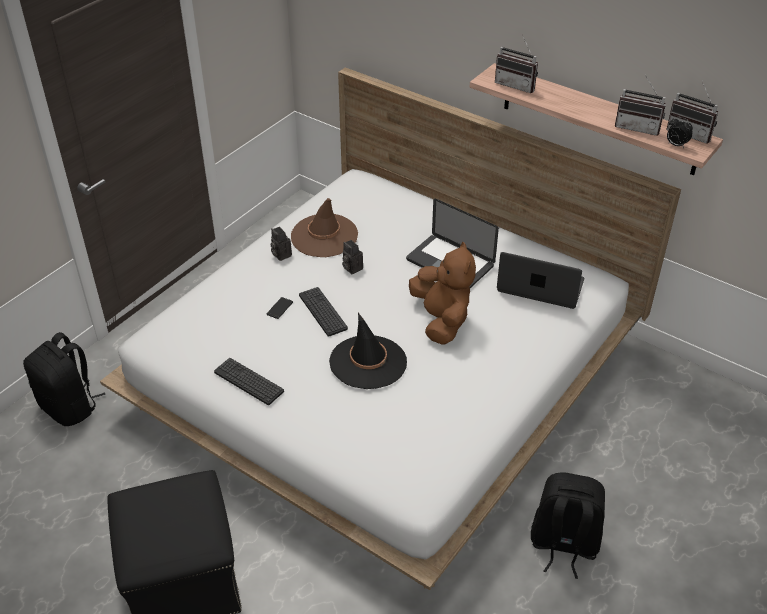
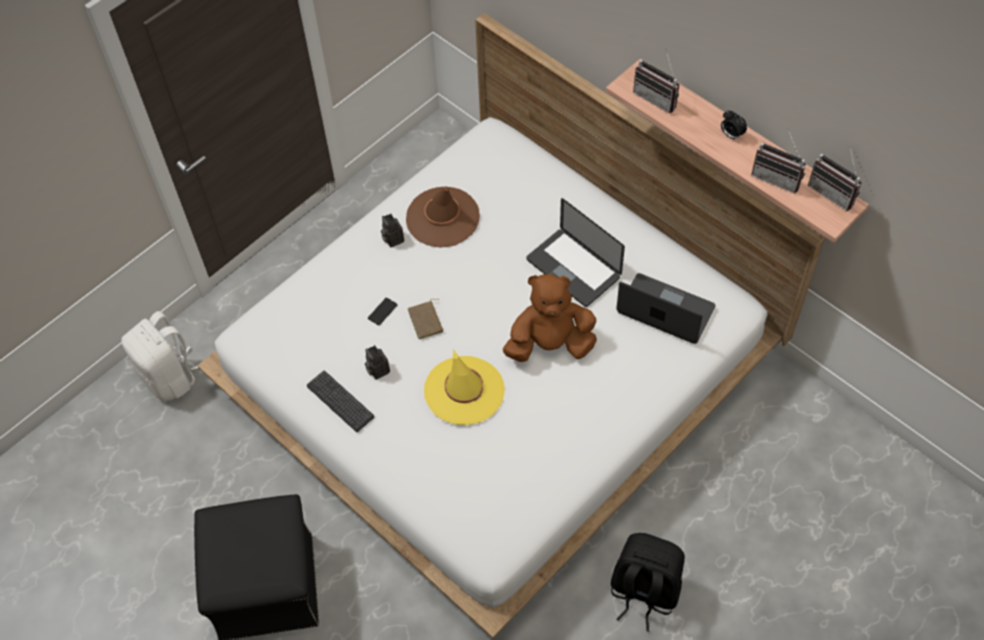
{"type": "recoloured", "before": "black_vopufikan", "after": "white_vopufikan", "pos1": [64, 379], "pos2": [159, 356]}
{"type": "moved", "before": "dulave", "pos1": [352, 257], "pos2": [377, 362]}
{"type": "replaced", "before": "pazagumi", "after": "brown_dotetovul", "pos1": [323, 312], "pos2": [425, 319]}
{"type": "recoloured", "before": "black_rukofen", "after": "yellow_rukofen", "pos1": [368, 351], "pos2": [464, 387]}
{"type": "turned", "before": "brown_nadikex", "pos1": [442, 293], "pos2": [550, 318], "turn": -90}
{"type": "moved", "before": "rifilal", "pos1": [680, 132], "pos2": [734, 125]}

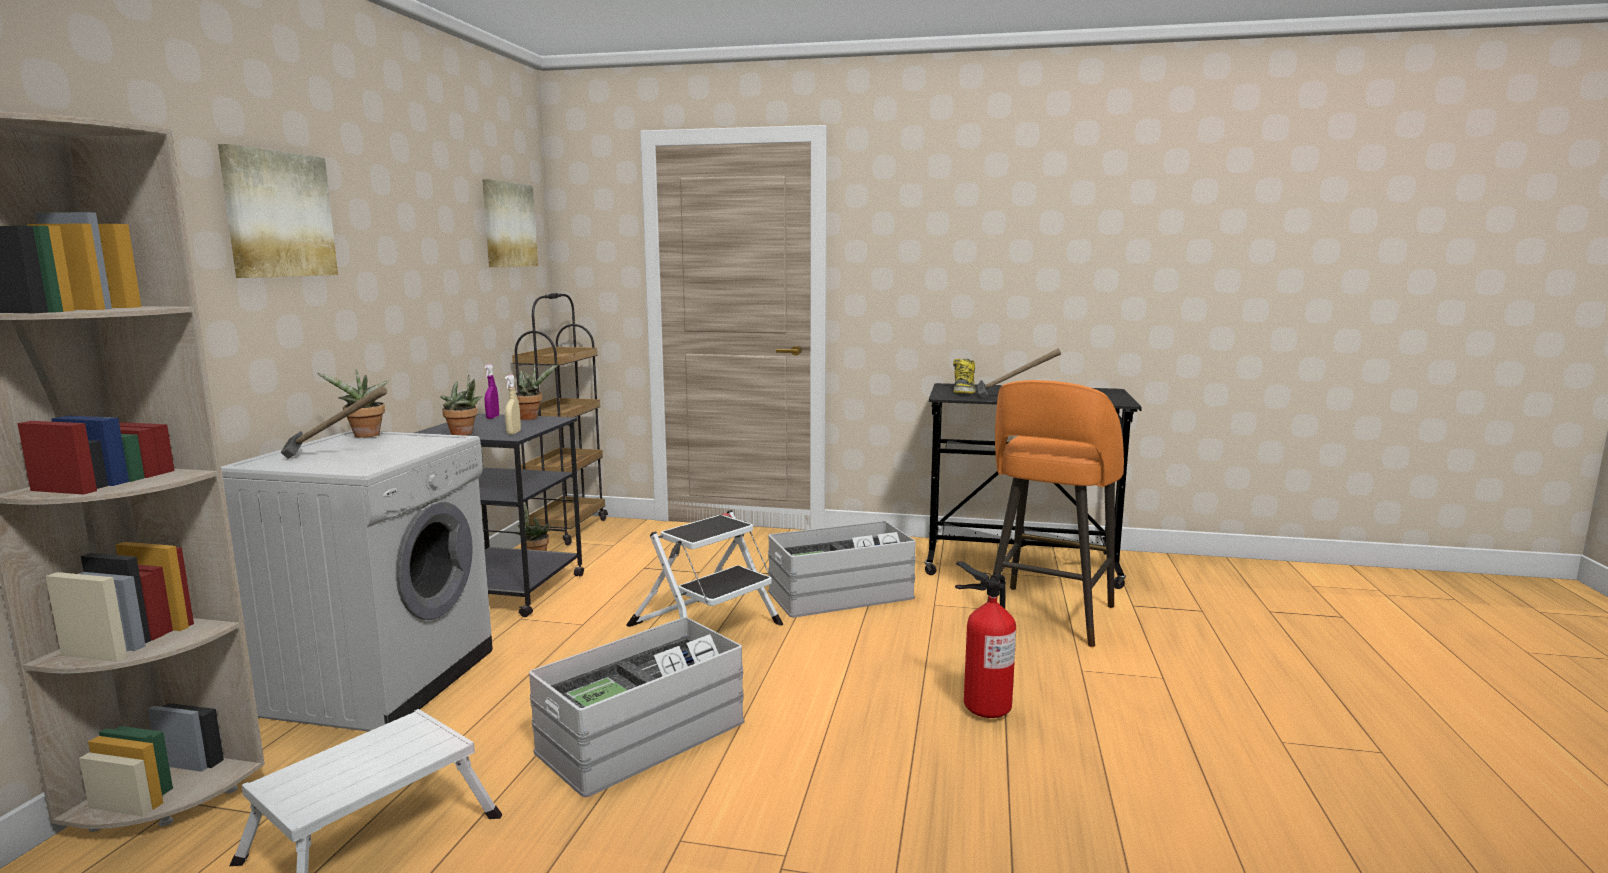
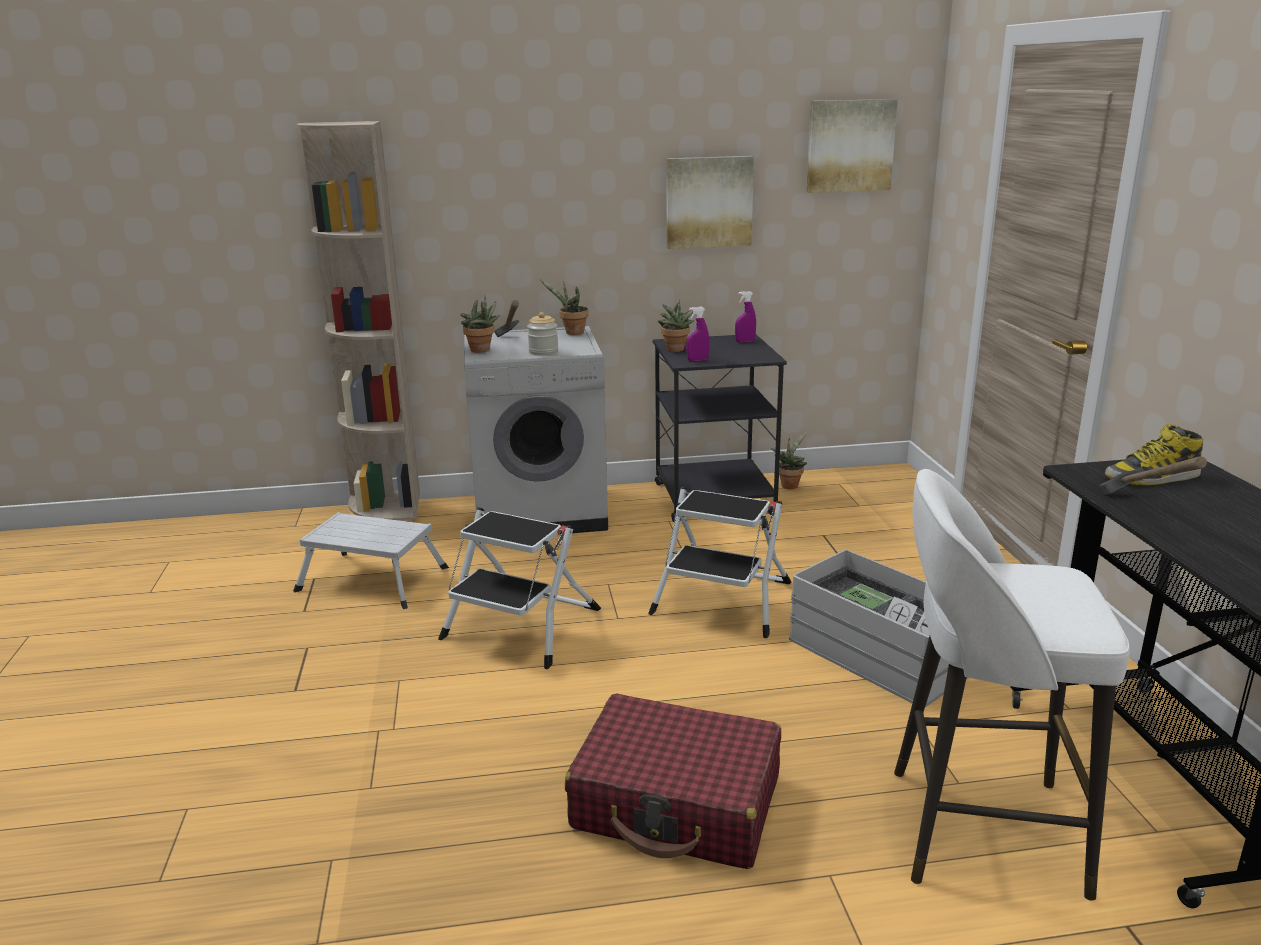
{"type": "replaced", "before": "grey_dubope", "after": "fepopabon", "pos1": [637, 707], "pos2": [519, 588]}
{"type": "moved", "before": "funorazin", "pos1": [537, 391], "pos2": [480, 324]}
{"type": "added", "after": "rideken", "pos2": [542, 334]}
{"type": "replaced", "before": "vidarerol", "after": "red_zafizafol", "pos1": [985, 639], "pos2": [673, 781]}
{"type": "moved", "before": "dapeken", "pos1": [278, 211], "pos2": [710, 202]}
{"type": "recoloured", "before": "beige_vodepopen", "after": "purple_vodepopen", "pos1": [513, 405], "pos2": [697, 334]}
{"type": "recoloured", "before": "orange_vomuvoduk", "after": "white_vomuvoduk", "pos1": [1055, 513], "pos2": [1012, 685]}
{"type": "removed", "before": "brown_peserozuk", "pos1": [560, 419]}

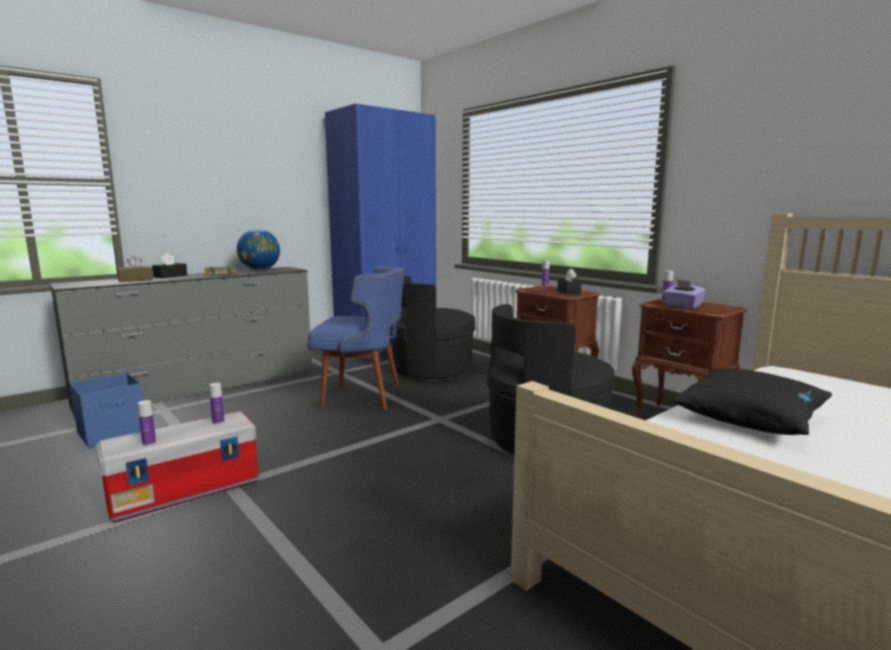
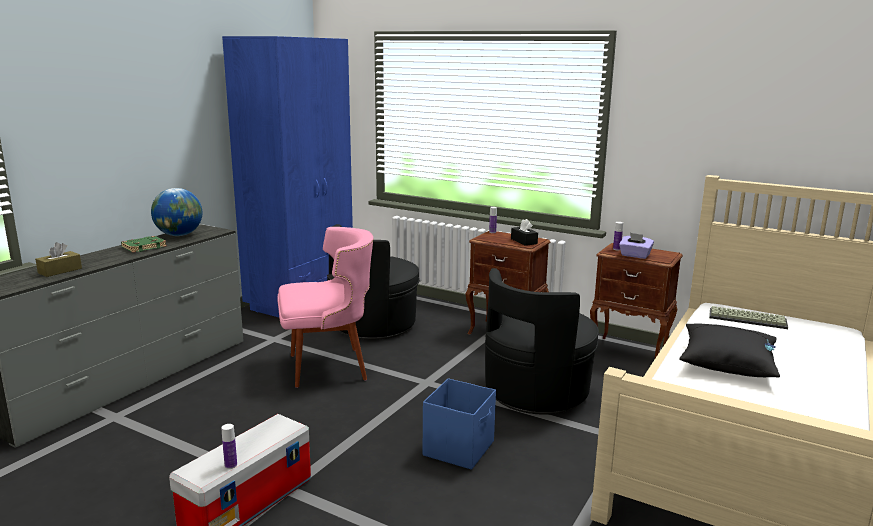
{"type": "recoloured", "before": "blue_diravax", "after": "pink_diravax", "pos1": [356, 338], "pos2": [325, 307]}
{"type": "moved", "before": "blue_dubope", "pos1": [106, 410], "pos2": [459, 424]}
{"type": "added", "after": "pazagumi", "pos2": [748, 317]}
{"type": "removed", "before": "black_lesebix", "pos1": [169, 265]}
{"type": "removed", "before": "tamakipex", "pos1": [217, 403]}

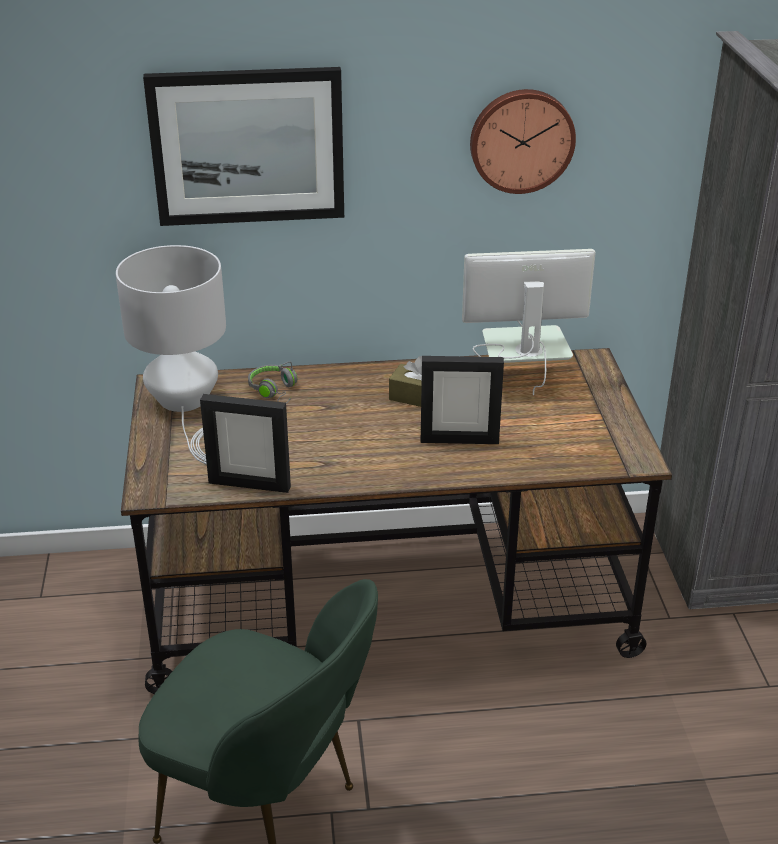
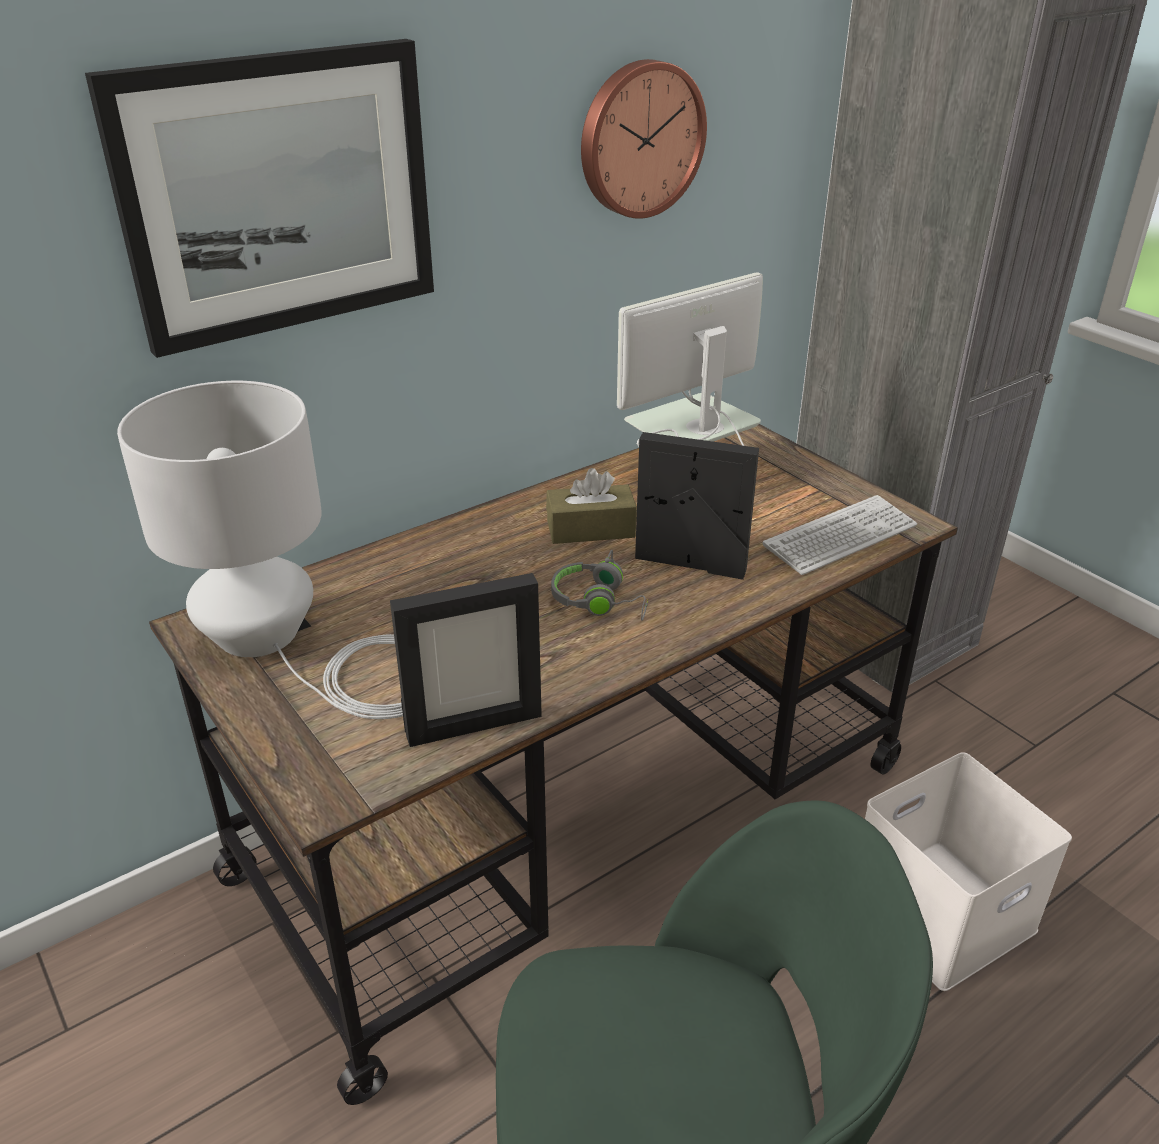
{"type": "moved", "before": "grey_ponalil", "pos1": [272, 382], "pos2": [599, 585]}
{"type": "turned", "before": "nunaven", "pos1": [462, 400], "pos2": [697, 506], "turn": -135}
{"type": "added", "after": "pazagumi", "pos2": [839, 535]}
{"type": "added", "after": "white_dubope", "pos2": [968, 871]}

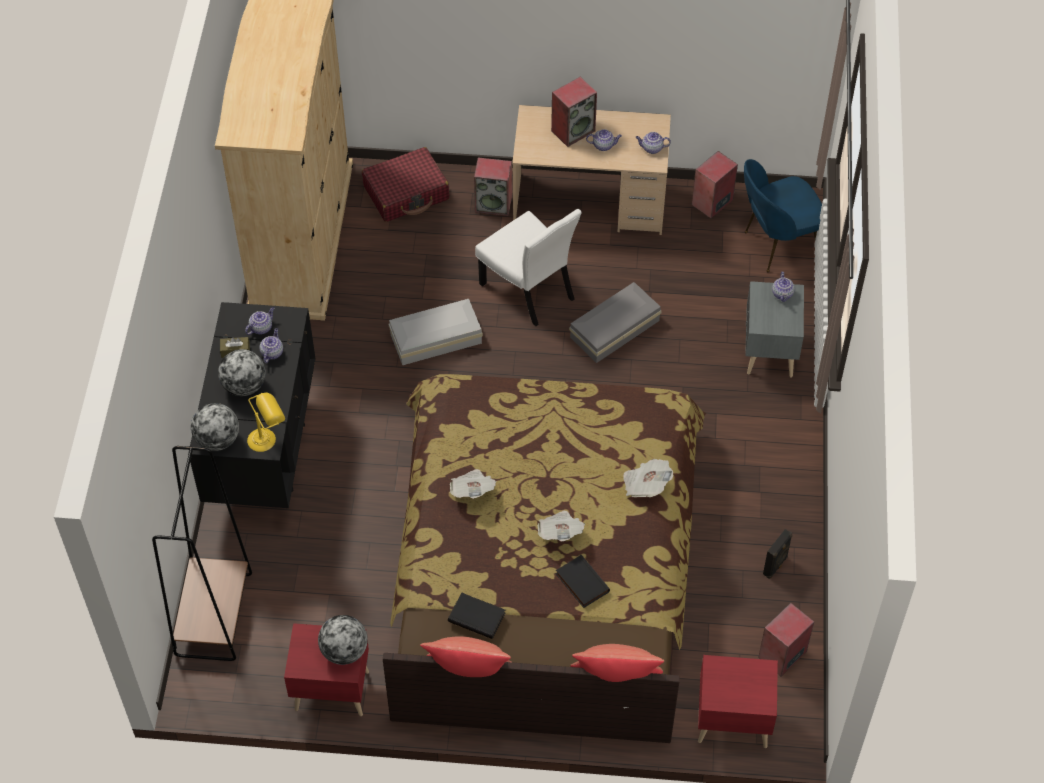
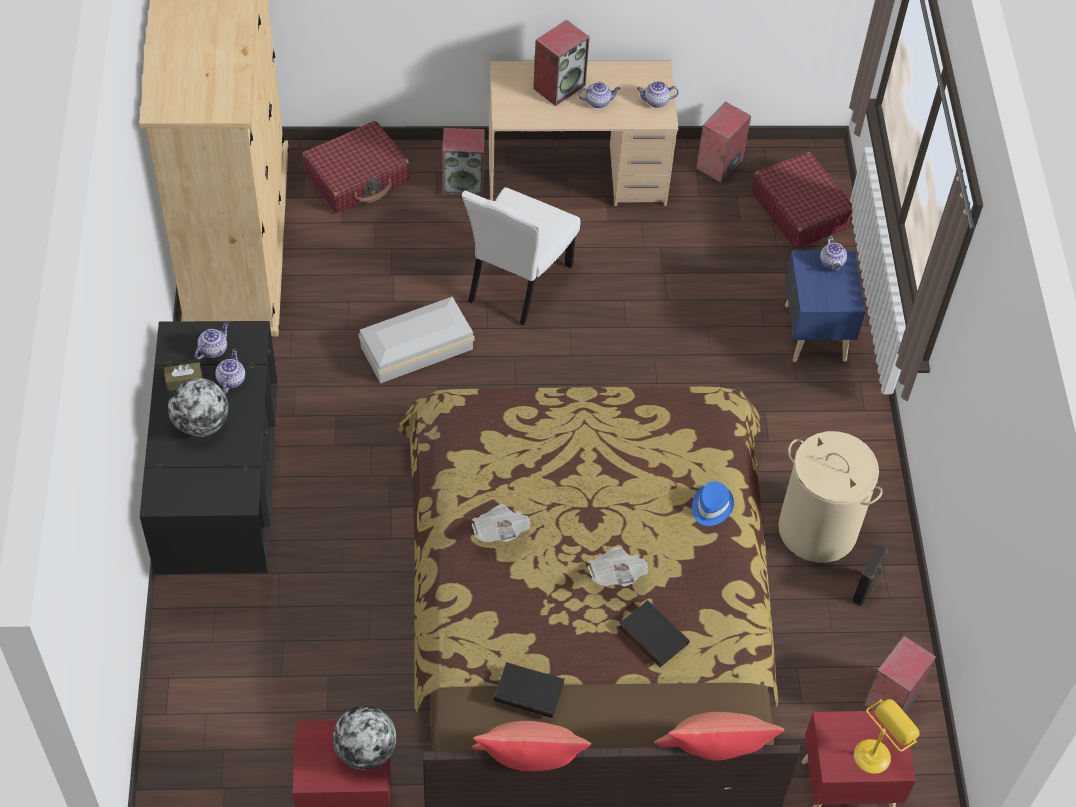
{"type": "turned", "before": "white_diravax", "pos1": [528, 267], "pos2": [521, 256], "turn": 75}
{"type": "replaced", "before": "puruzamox", "after": "blue_rukofen", "pos1": [648, 478], "pos2": [713, 503]}
{"type": "replaced", "before": "blue_diravax", "after": "red_zafizafol", "pos1": [783, 215], "pos2": [802, 200]}
{"type": "added", "after": "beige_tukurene", "pos2": [830, 497]}
{"type": "recoloured", "before": "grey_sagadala", "after": "blue_sagadala", "pos1": [774, 329], "pos2": [825, 306]}
{"type": "moved", "before": "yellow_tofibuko", "pos1": [266, 422], "pos2": [887, 736]}
{"type": "removed", "before": "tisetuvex", "pos1": [202, 553]}
{"type": "removed", "before": "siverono", "pos1": [215, 427]}
{"type": "removed", "before": "grey_dubope", "pos1": [615, 322]}

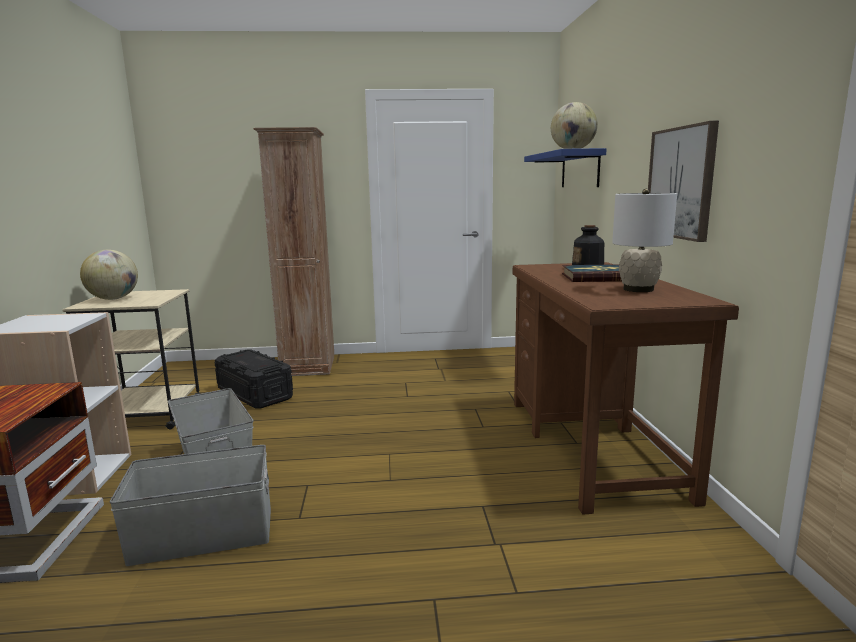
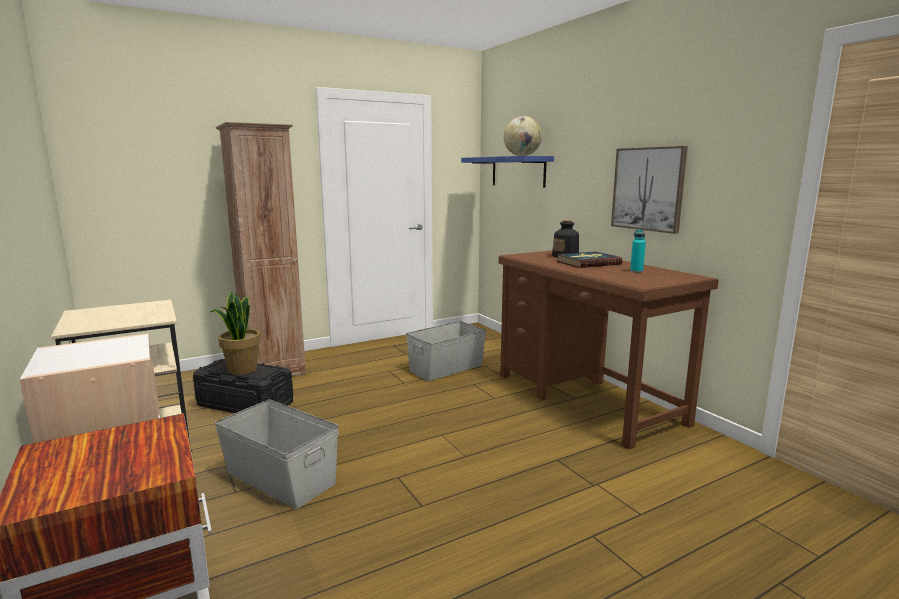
{"type": "added", "after": "funorazin", "pos2": [235, 333]}
{"type": "moved", "before": "grey_dubope", "pos1": [190, 505], "pos2": [446, 351]}
{"type": "replaced", "before": "white_tofibuko", "after": "turquoise_tamakipex", "pos1": [644, 240], "pos2": [638, 251]}
{"type": "removed", "before": "siverono", "pos1": [109, 275]}

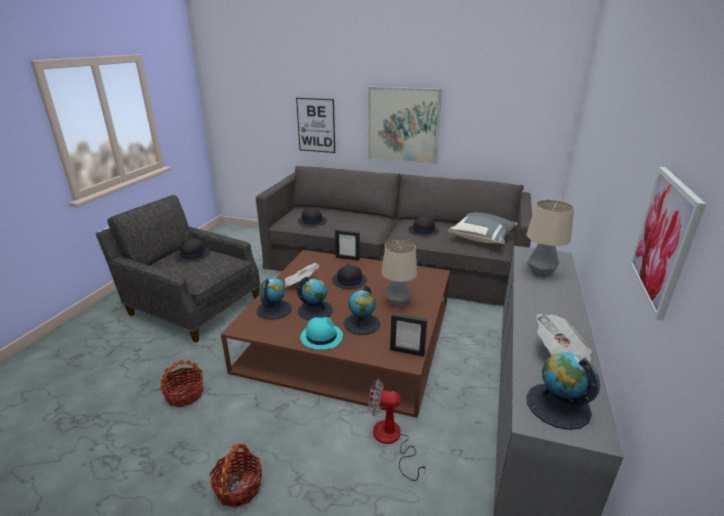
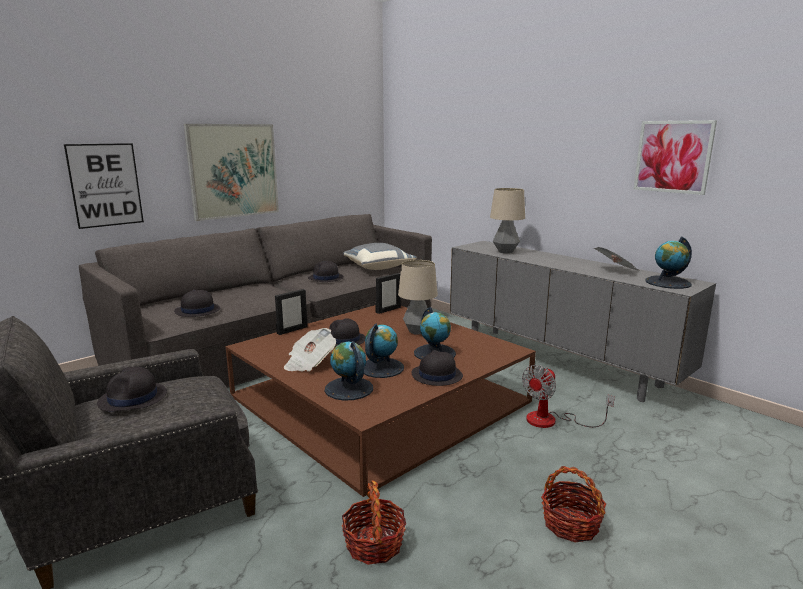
{"type": "moved", "before": "nunaven", "pos1": [408, 335], "pos2": [388, 293]}
{"type": "recoloured", "before": "turquoise_rukofen", "after": "black_rukofen", "pos1": [321, 333], "pos2": [437, 368]}

